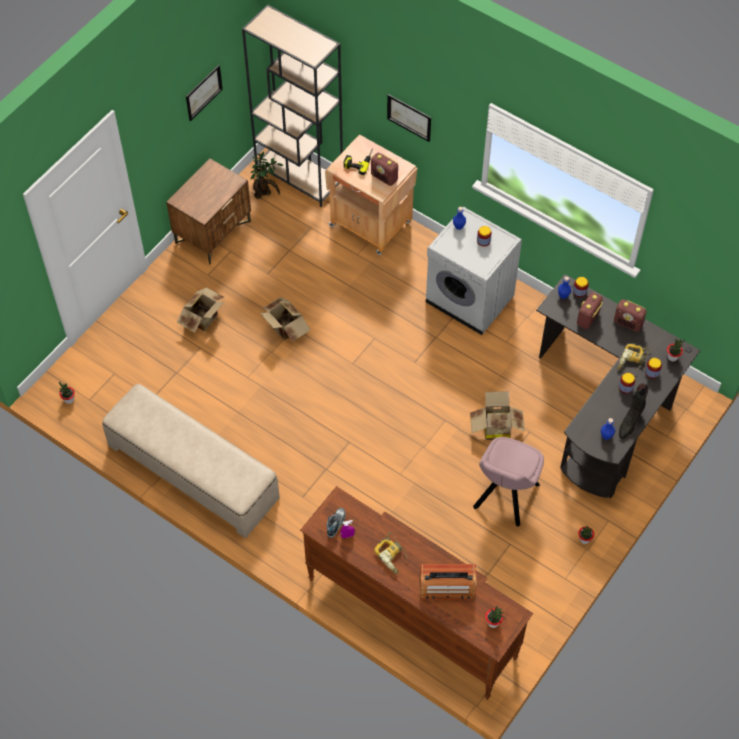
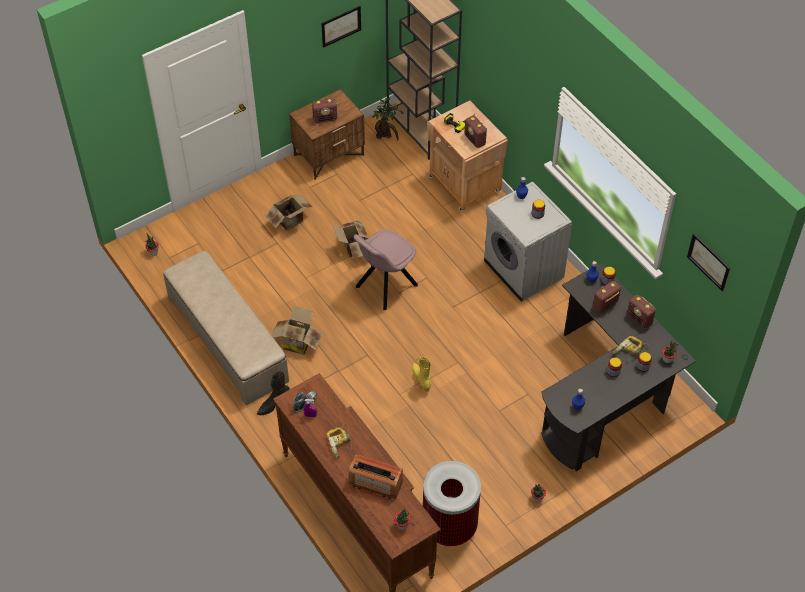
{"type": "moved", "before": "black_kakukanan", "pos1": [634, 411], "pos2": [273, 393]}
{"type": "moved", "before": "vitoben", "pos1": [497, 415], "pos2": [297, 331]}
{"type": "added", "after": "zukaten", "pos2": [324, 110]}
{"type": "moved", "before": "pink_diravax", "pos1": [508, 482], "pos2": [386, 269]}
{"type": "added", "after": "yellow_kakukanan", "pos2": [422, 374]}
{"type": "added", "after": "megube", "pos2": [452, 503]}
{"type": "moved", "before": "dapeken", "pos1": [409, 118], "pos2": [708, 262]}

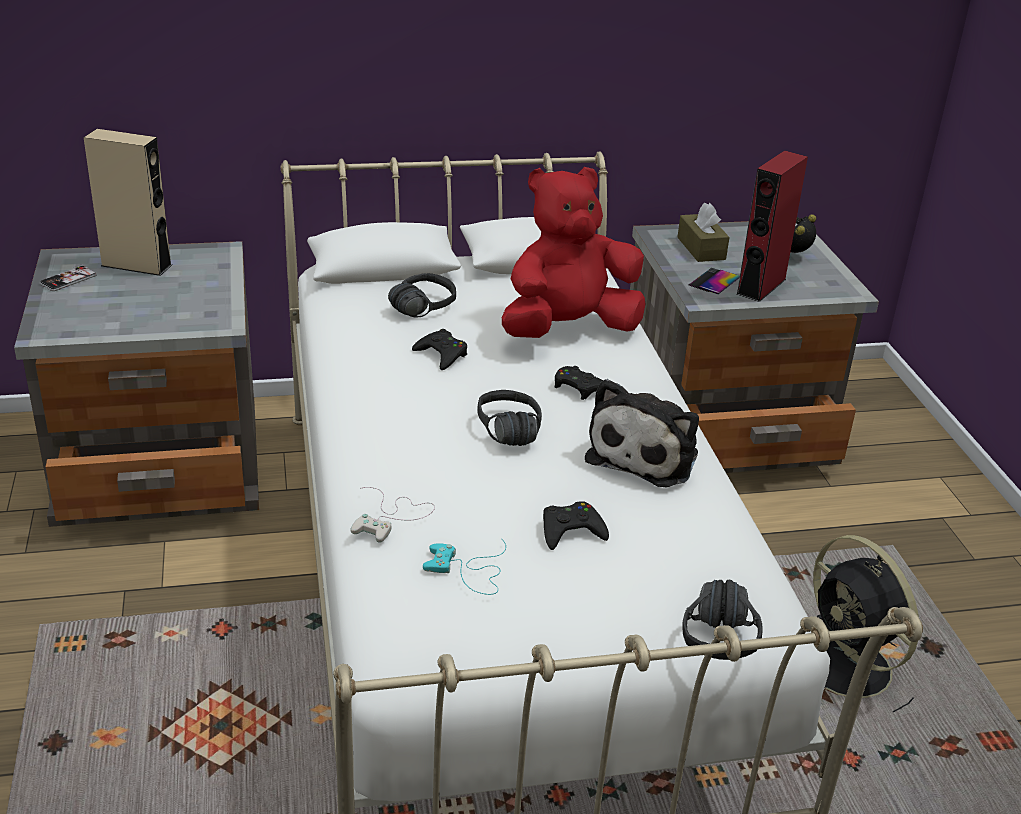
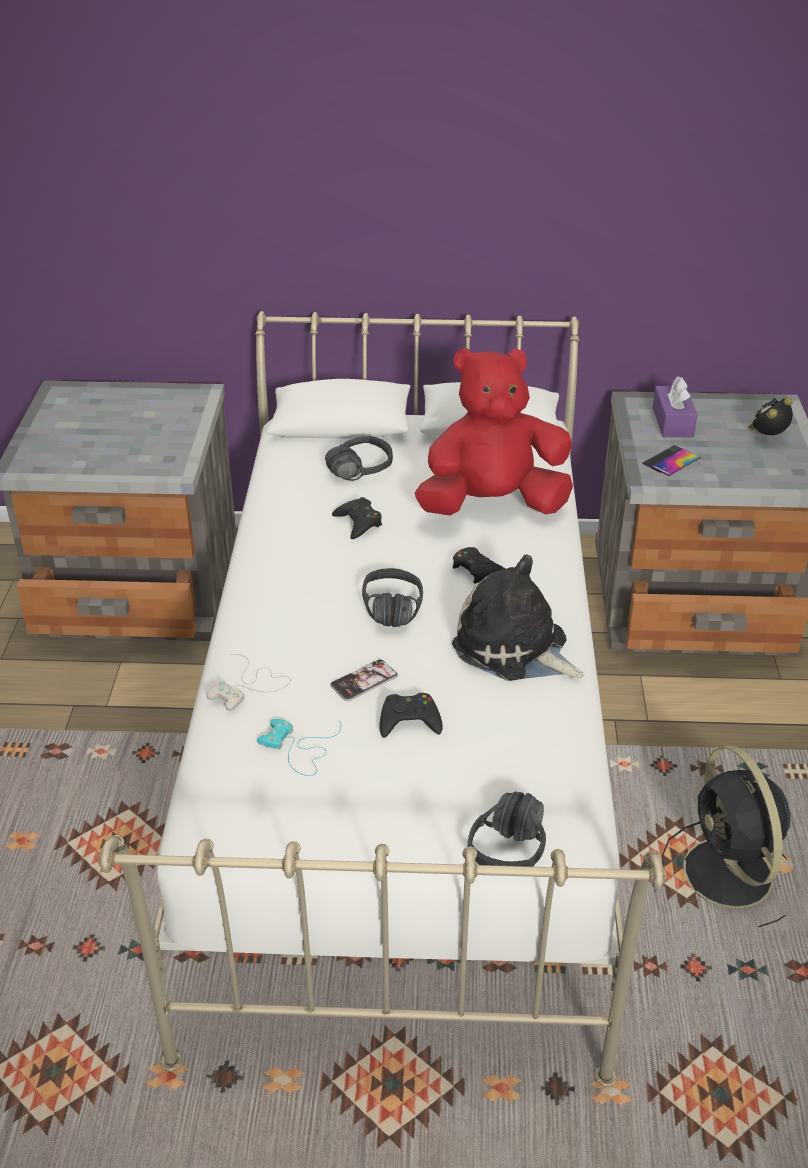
{"type": "moved", "before": "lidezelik", "pos1": [68, 277], "pos2": [364, 679]}
{"type": "turned", "before": "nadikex", "pos1": [642, 433], "pos2": [518, 617], "turn": 90}
{"type": "recoloured", "before": "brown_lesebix", "after": "purple_lesebix", "pos1": [703, 232], "pos2": [675, 406]}
{"type": "removed", "before": "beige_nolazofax", "pos1": [127, 202]}
{"type": "removed", "before": "red_nolazofax", "pos1": [772, 226]}

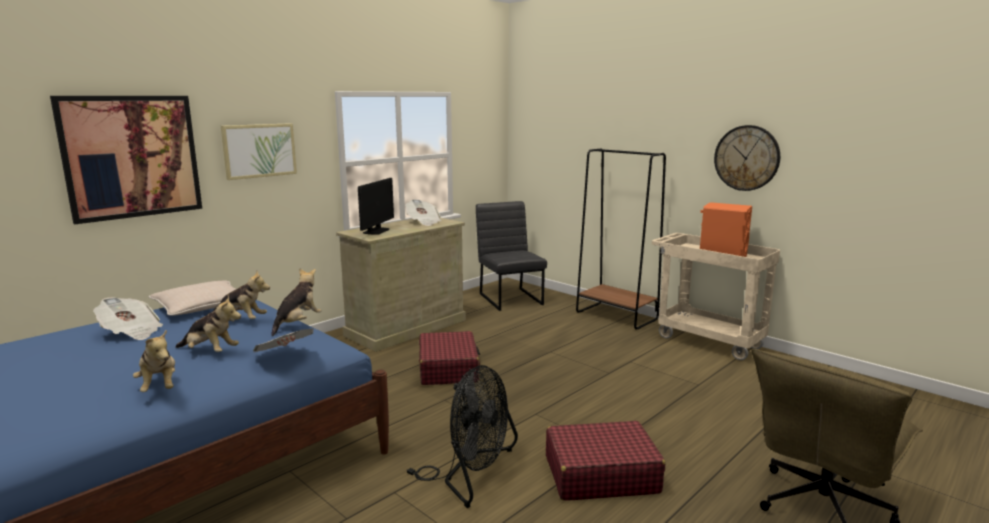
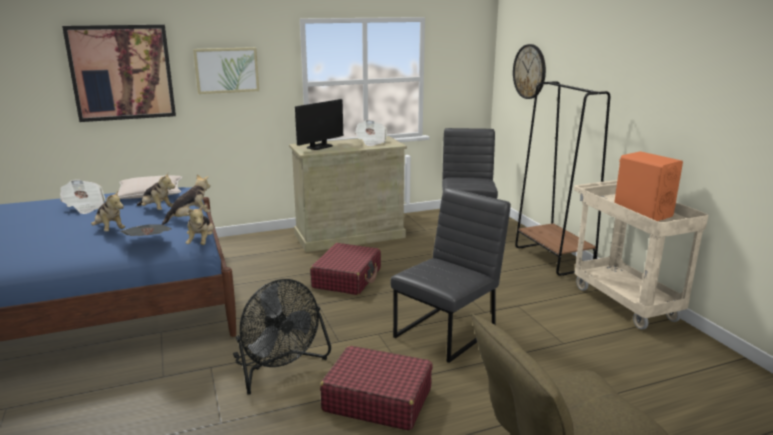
{"type": "moved", "before": "nadikex", "pos1": [154, 361], "pos2": [200, 225]}
{"type": "added", "after": "grey_diravax", "pos2": [450, 275]}
{"type": "moved", "before": "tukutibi", "pos1": [747, 158], "pos2": [529, 71]}

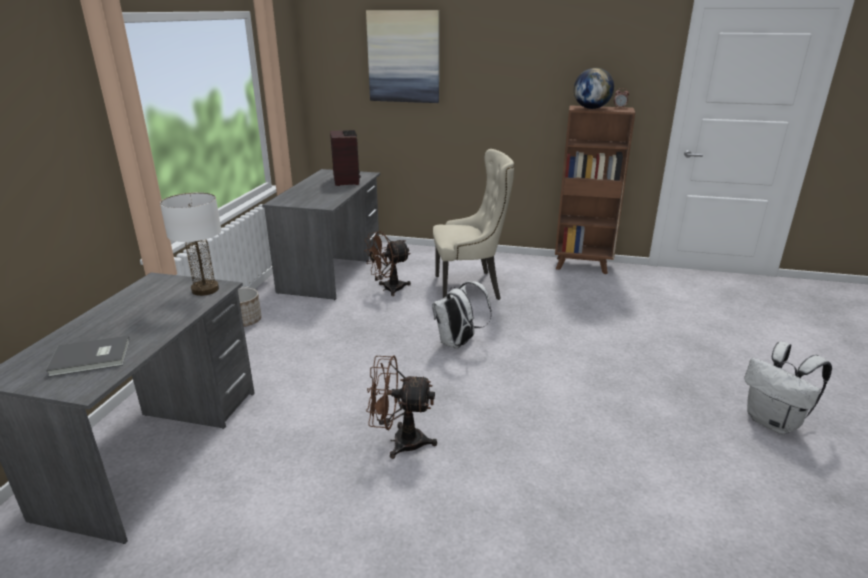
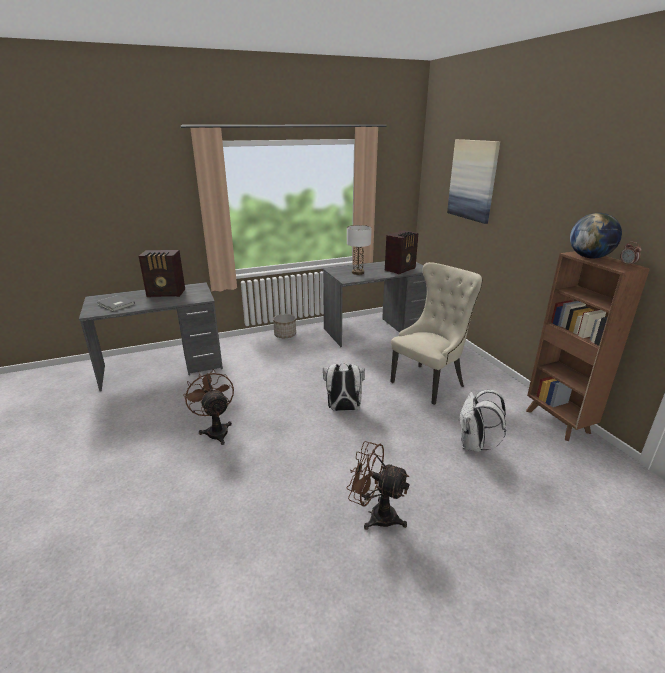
{"type": "added", "after": "zukaten", "pos2": [162, 273]}
{"type": "moved", "before": "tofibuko", "pos1": [190, 244], "pos2": [359, 250]}
{"type": "moved", "before": "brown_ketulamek", "pos1": [387, 263], "pos2": [378, 485]}
{"type": "turned", "before": "beige_diravax", "pos1": [473, 224], "pos2": [436, 333], "turn": -90}
{"type": "moved", "before": "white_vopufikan", "pos1": [788, 387], "pos2": [482, 421]}

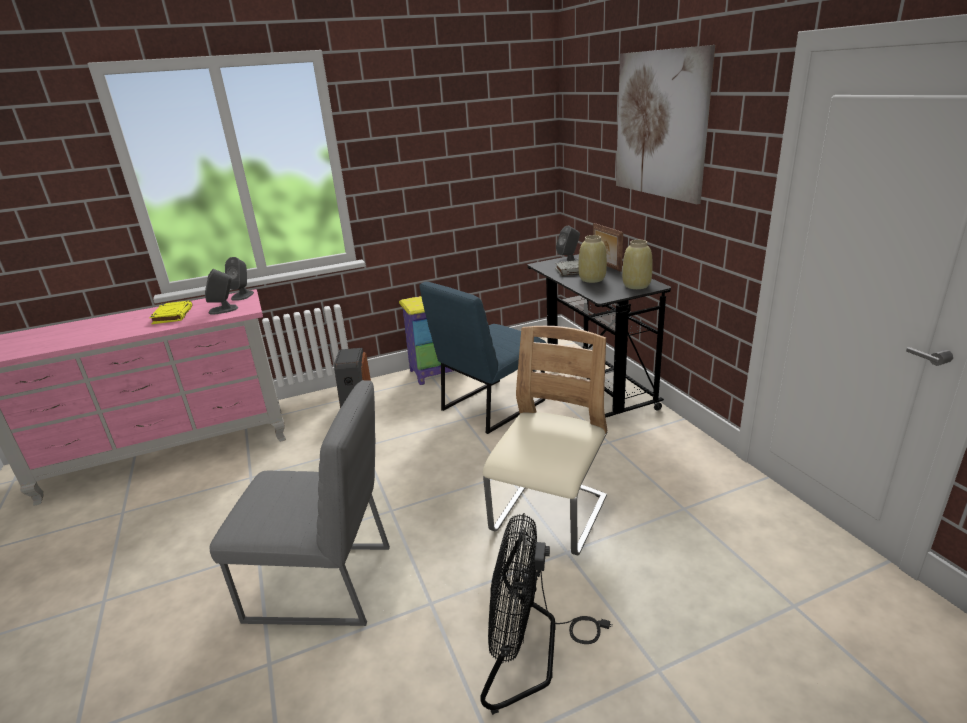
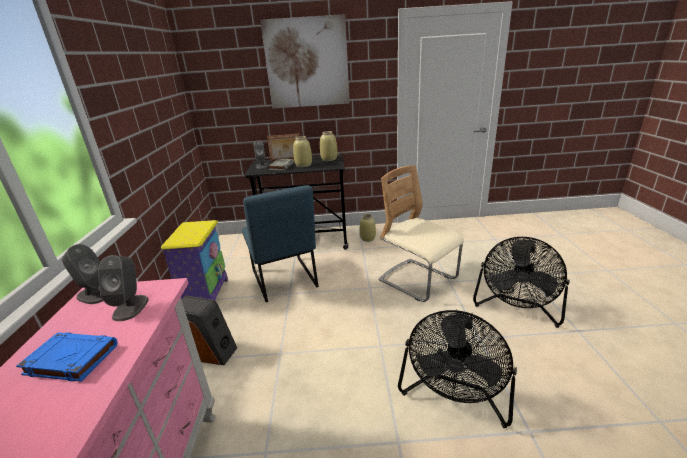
{"type": "recoloured", "before": "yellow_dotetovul", "after": "blue_dotetovul", "pos1": [171, 312], "pos2": [66, 357]}
{"type": "added", "after": "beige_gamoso", "pos2": [368, 228]}
{"type": "replaced", "before": "grey_diravax", "after": "black_ketulamek", "pos1": [299, 503], "pos2": [457, 368]}

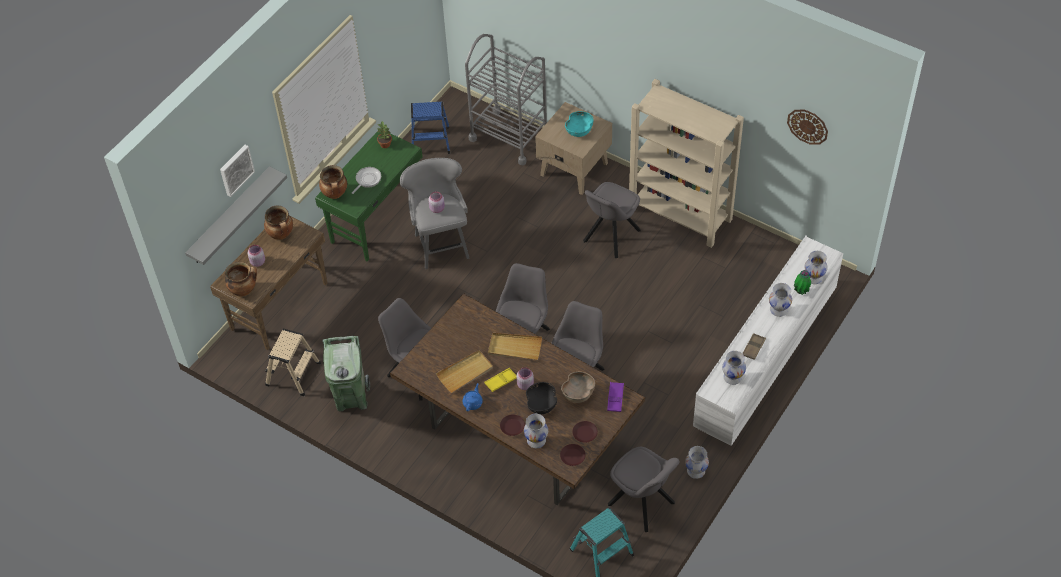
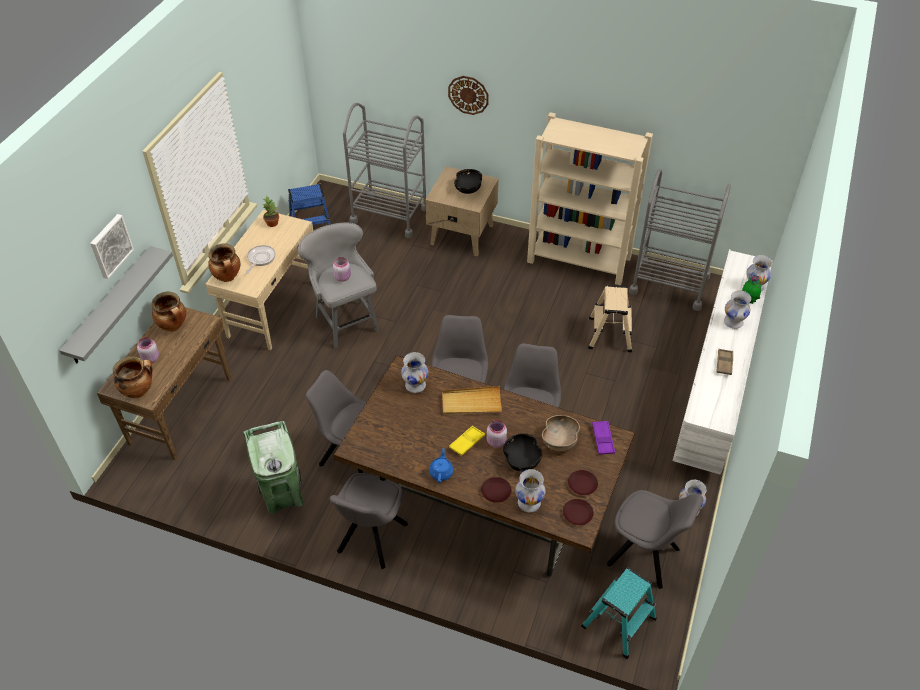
{"type": "recoloured", "before": "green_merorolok", "after": "beige_merorolok", "pos1": [369, 196], "pos2": [259, 280]}
{"type": "moved", "before": "grey_diravax", "pos1": [612, 220], "pos2": [369, 521]}
{"type": "moved", "before": "white_gamoso", "pos1": [734, 368], "pos2": [414, 372]}
{"type": "moved", "before": "tukutibi", "pos1": [807, 127], "pos2": [468, 95]}
{"type": "recoloured", "before": "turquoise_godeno", "after": "black_godeno", "pos1": [579, 124], "pos2": [468, 181]}
{"type": "moved", "before": "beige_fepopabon", "pos1": [293, 362], "pos2": [610, 319]}
{"type": "added", "after": "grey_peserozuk", "pos2": [680, 240]}
{"type": "removed", "before": "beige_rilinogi", "pos1": [464, 371]}

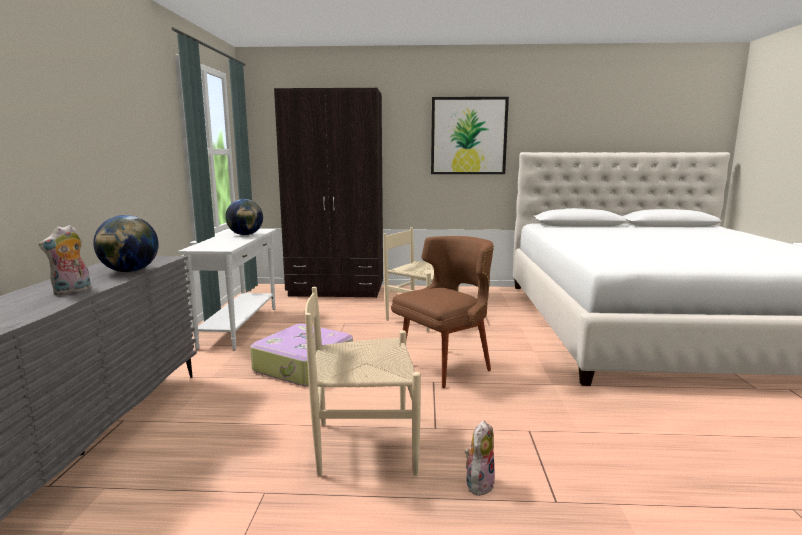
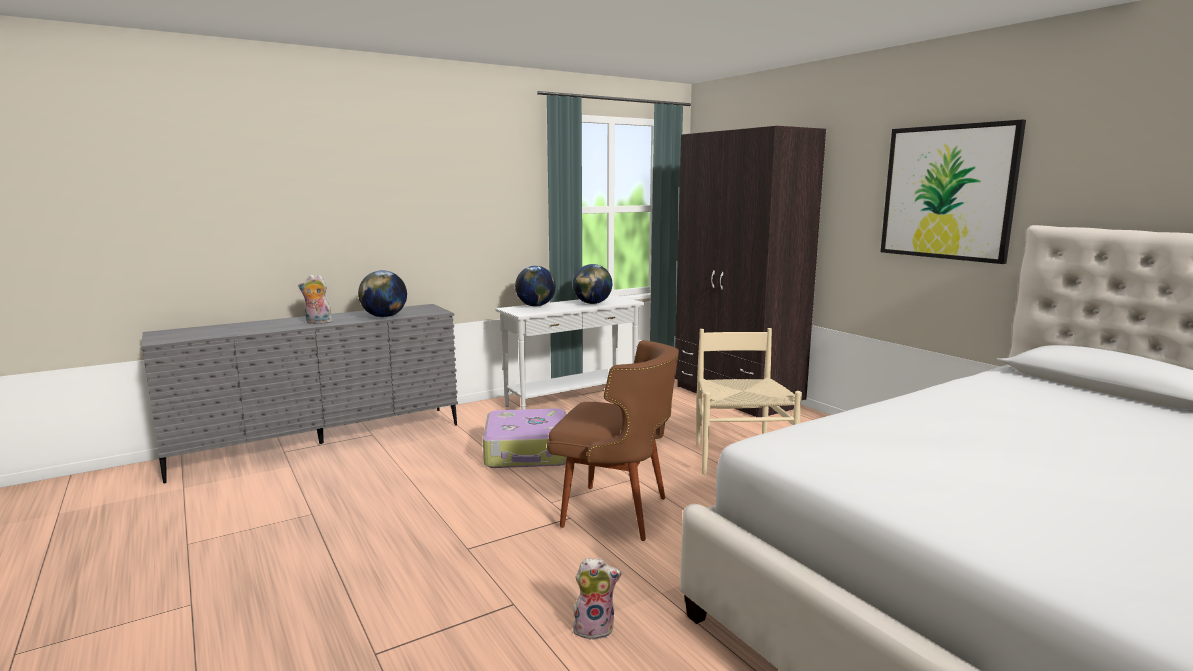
{"type": "added", "after": "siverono", "pos2": [535, 286]}
{"type": "moved", "before": "nadikex", "pos1": [480, 458], "pos2": [597, 599]}
{"type": "removed", "before": "beige_diravax", "pos1": [363, 381]}

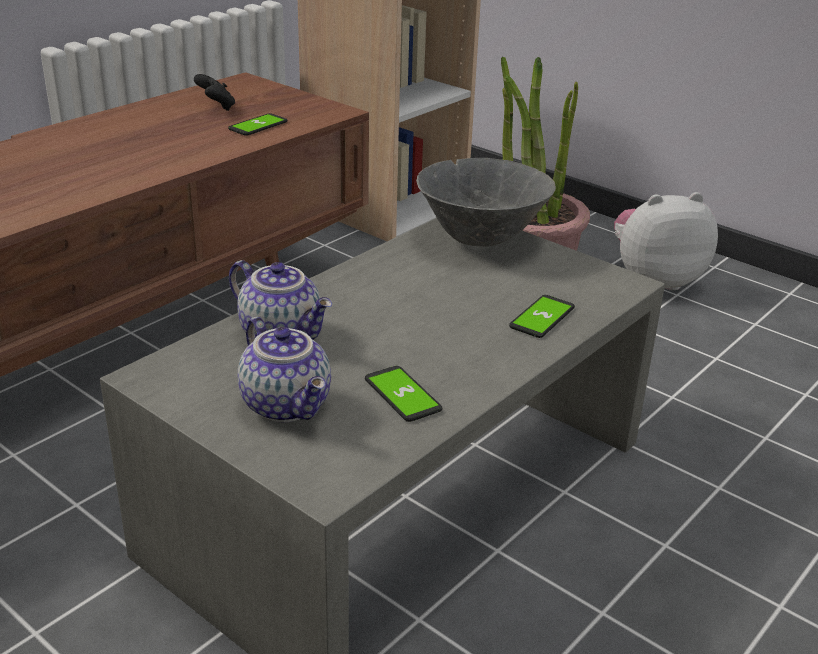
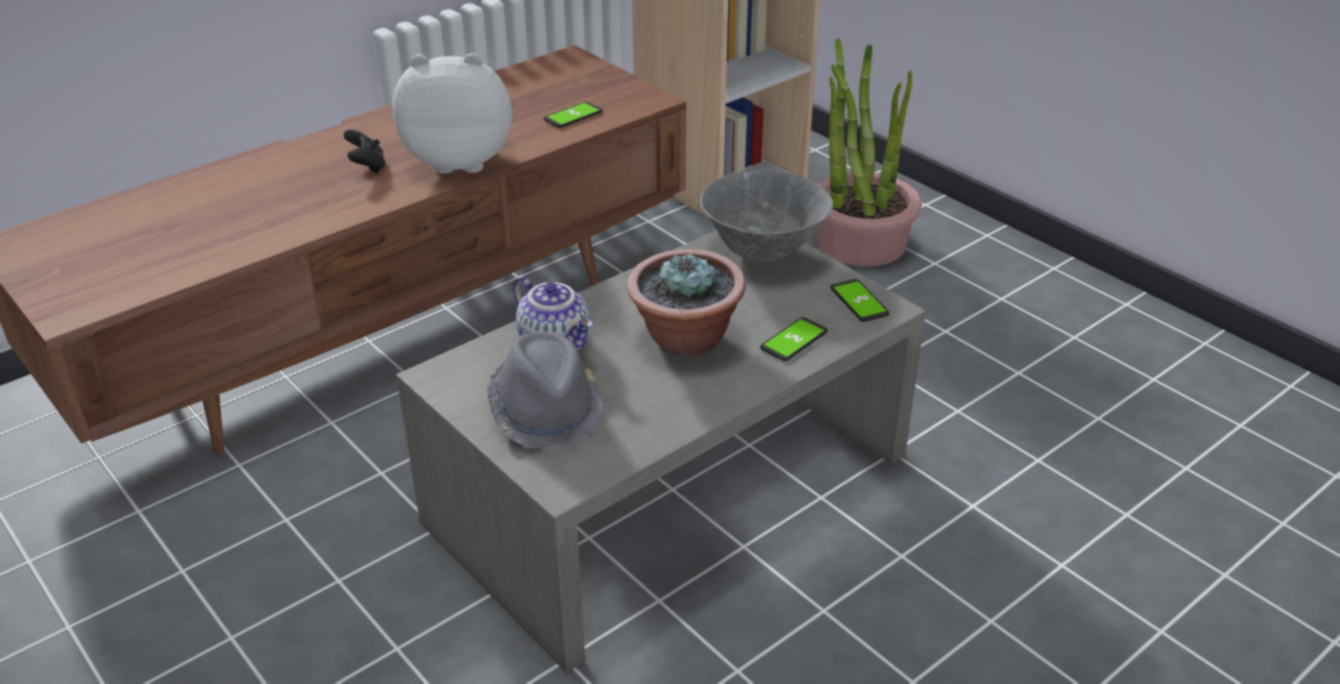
{"type": "moved", "before": "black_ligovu", "pos1": [214, 92], "pos2": [365, 151]}
{"type": "moved", "before": "nadikex", "pos1": [666, 241], "pos2": [452, 113]}
{"type": "replaced", "before": "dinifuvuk", "after": "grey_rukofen", "pos1": [284, 369], "pos2": [546, 390]}
{"type": "added", "after": "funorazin", "pos2": [686, 303]}
{"type": "moved", "before": "lidezelik", "pos1": [403, 394], "pos2": [860, 300]}

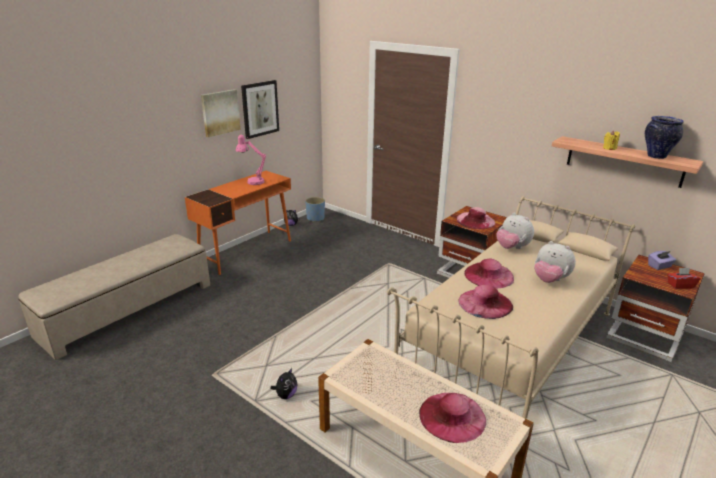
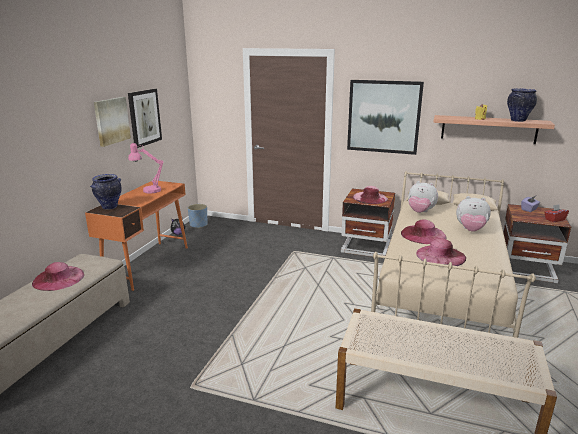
{"type": "moved", "before": "pink_rukofen", "pos1": [452, 418], "pos2": [58, 276]}
{"type": "added", "after": "gamoso", "pos2": [106, 192]}
{"type": "added", "after": "dapeken", "pos2": [385, 117]}
{"type": "removed", "before": "nadikex", "pos1": [284, 383]}

